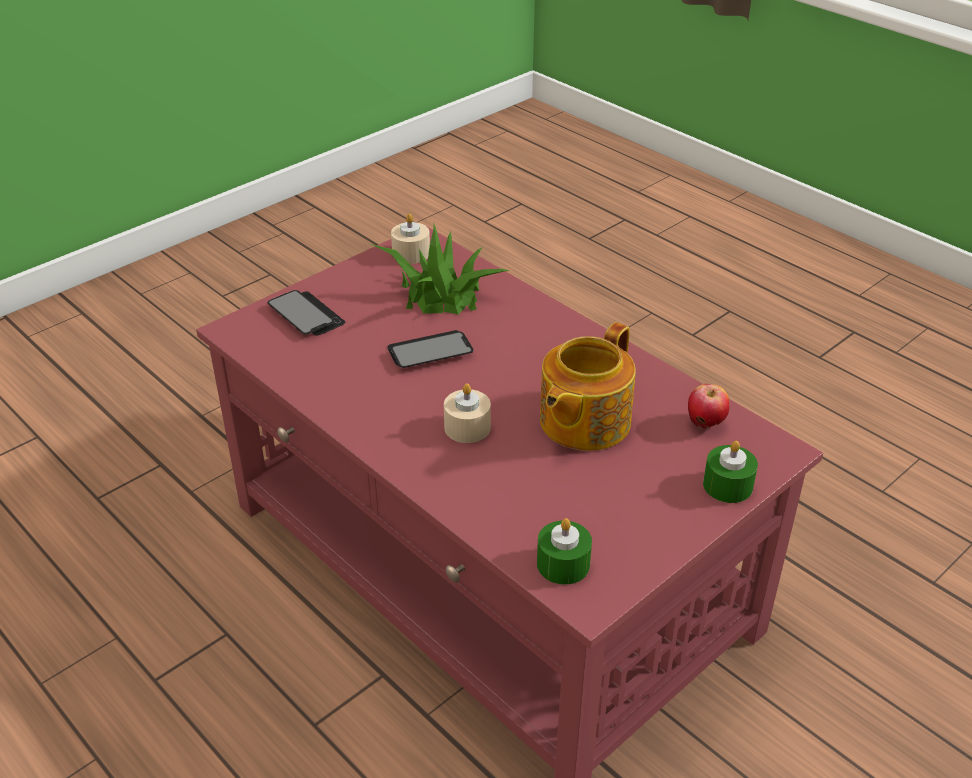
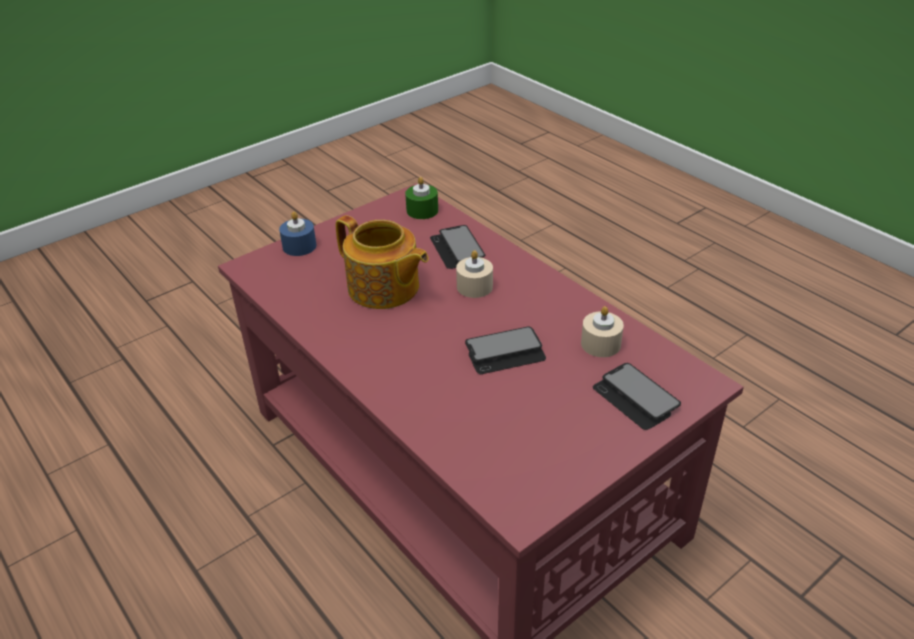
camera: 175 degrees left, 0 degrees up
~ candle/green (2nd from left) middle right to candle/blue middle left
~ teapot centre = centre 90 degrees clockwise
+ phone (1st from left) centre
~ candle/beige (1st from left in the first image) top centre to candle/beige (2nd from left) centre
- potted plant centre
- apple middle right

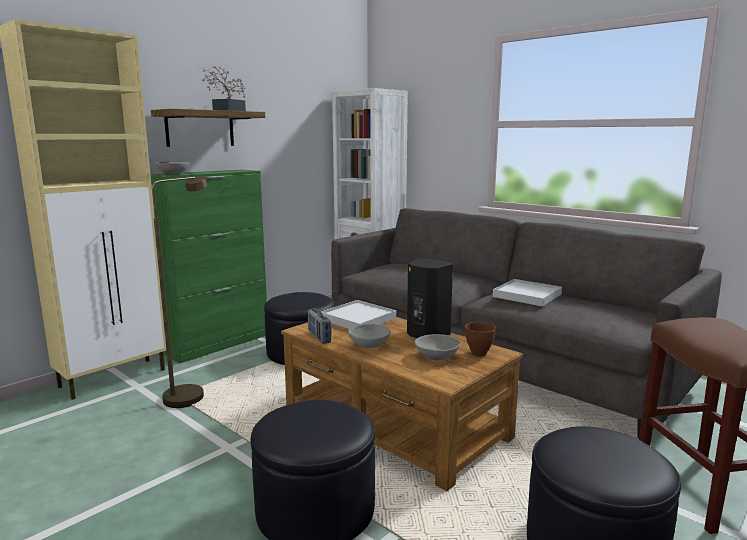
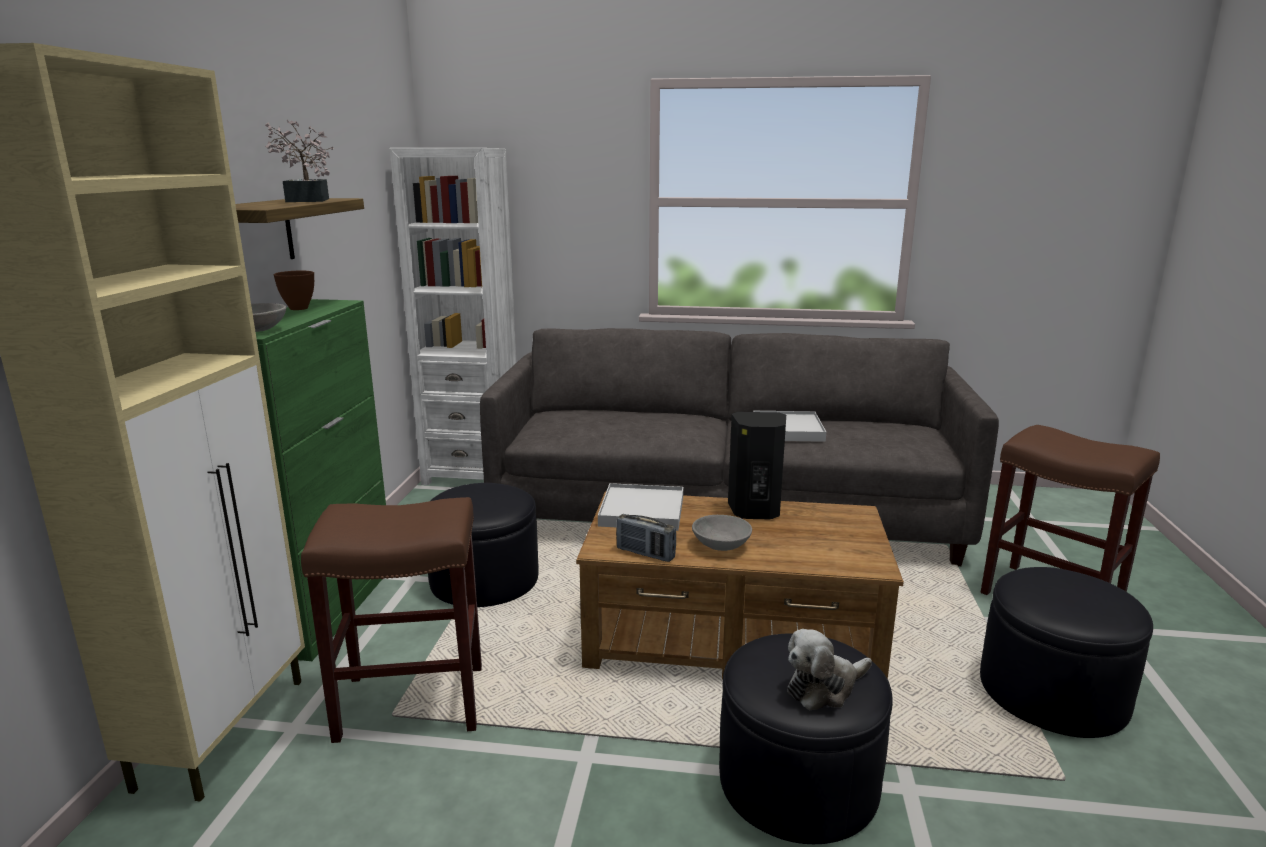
camera: 35 degrees left, 5 degrees up
~ bowl/brown centre to middle left
~ floor lamp/brown middle left to stool/brown (1st from left) bottom left
+ plush toy bottom centre
- bowl/grey (3rd from left) centre

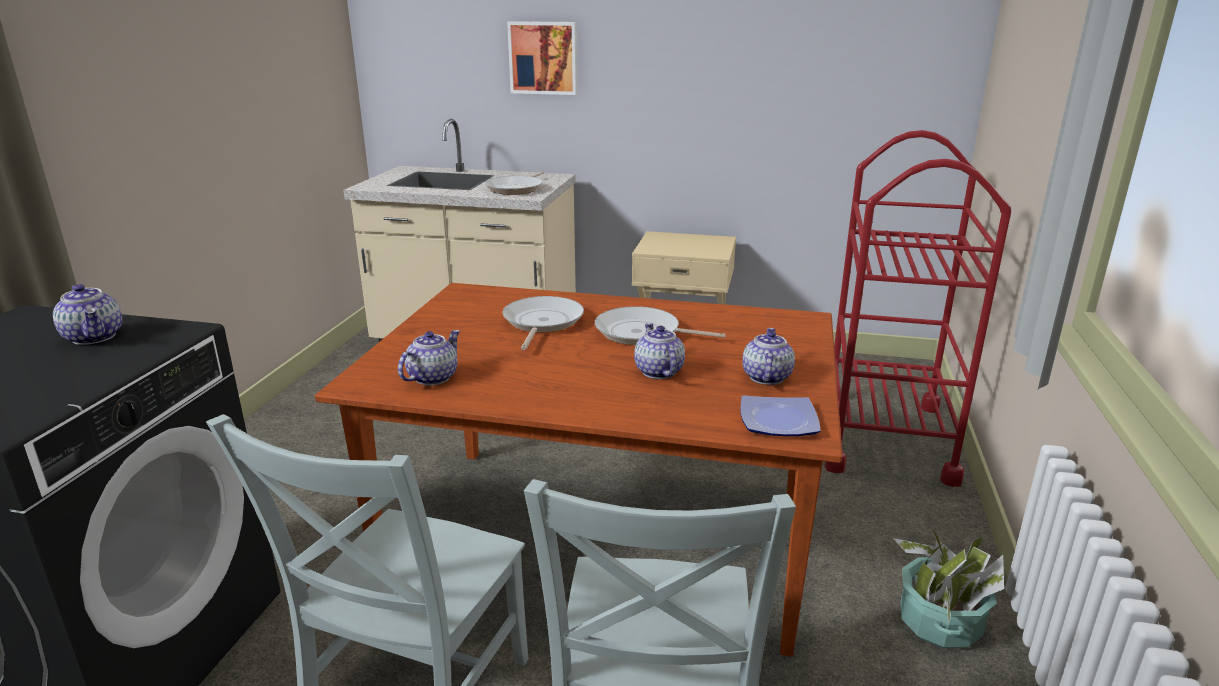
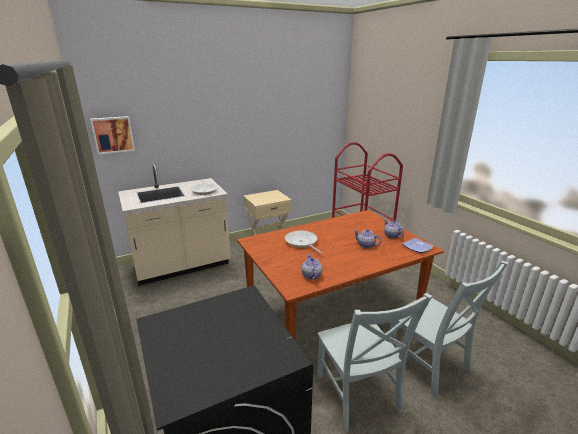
camera: 40 degrees left, 0 degrees up
~ picture top centre to top left
- teapot (1st from left) middle left
- frying pan (3rd from left) centre
- potted plant bottom right

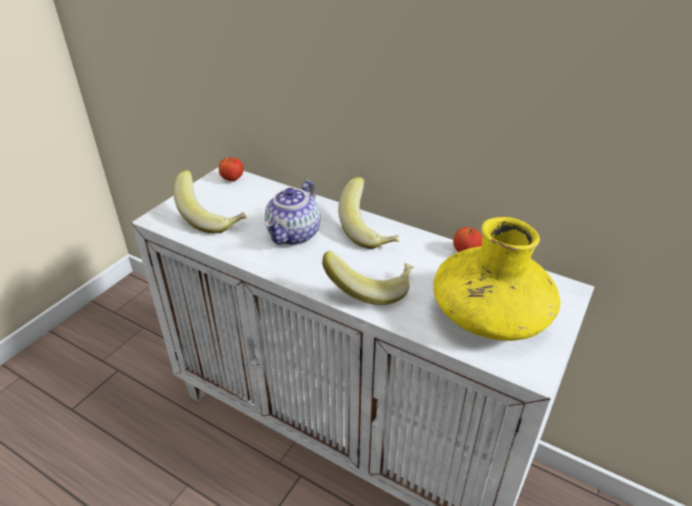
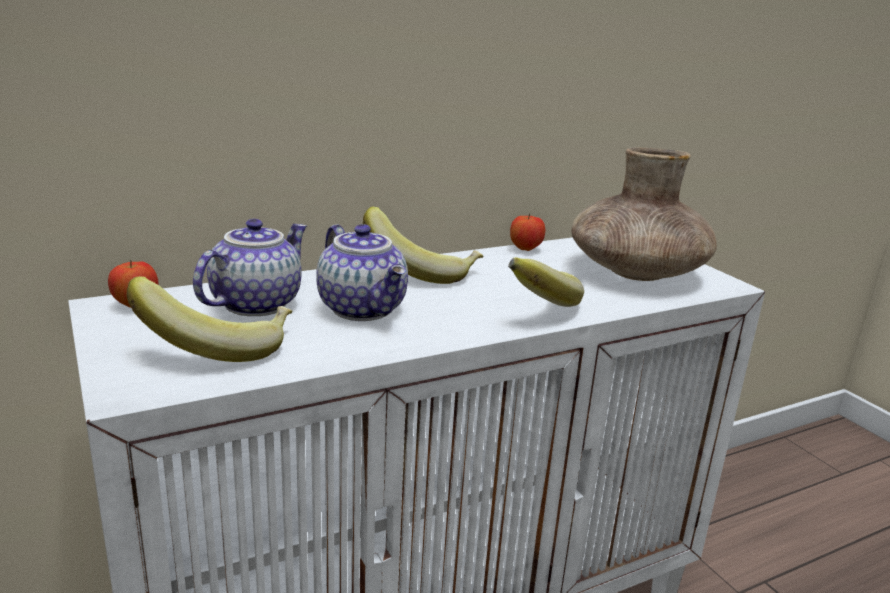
camera: 60 degrees left, 15 degrees down
+ teapot (1st from left) middle left
~ vase/yellow middle right to vase/brown middle right

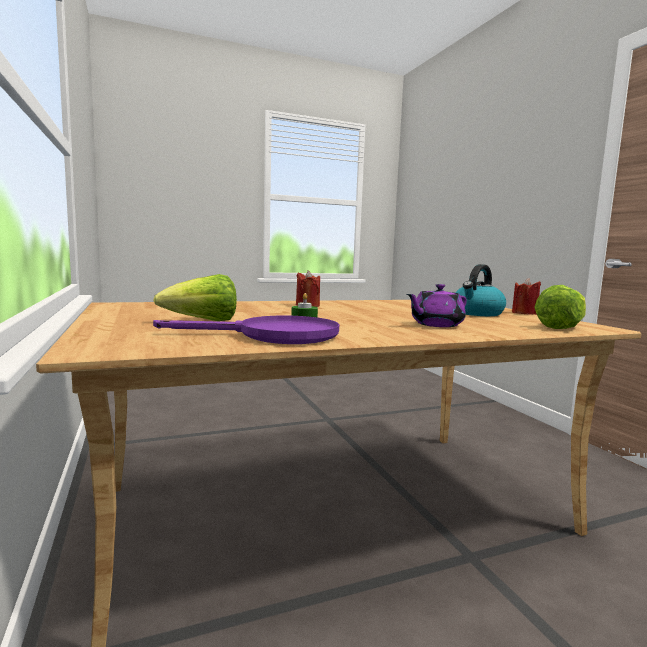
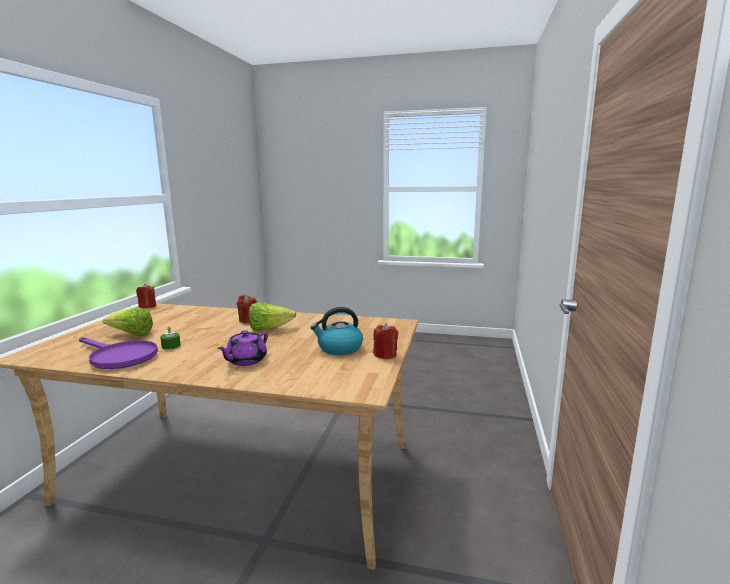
camera: 35 degrees right, 5 degrees up
+ candle/red (1st from left) middle left
~ teapot/purple middle right = middle left 60 degrees counterclockwise
~ lettuce (2nd from left) middle right to centre

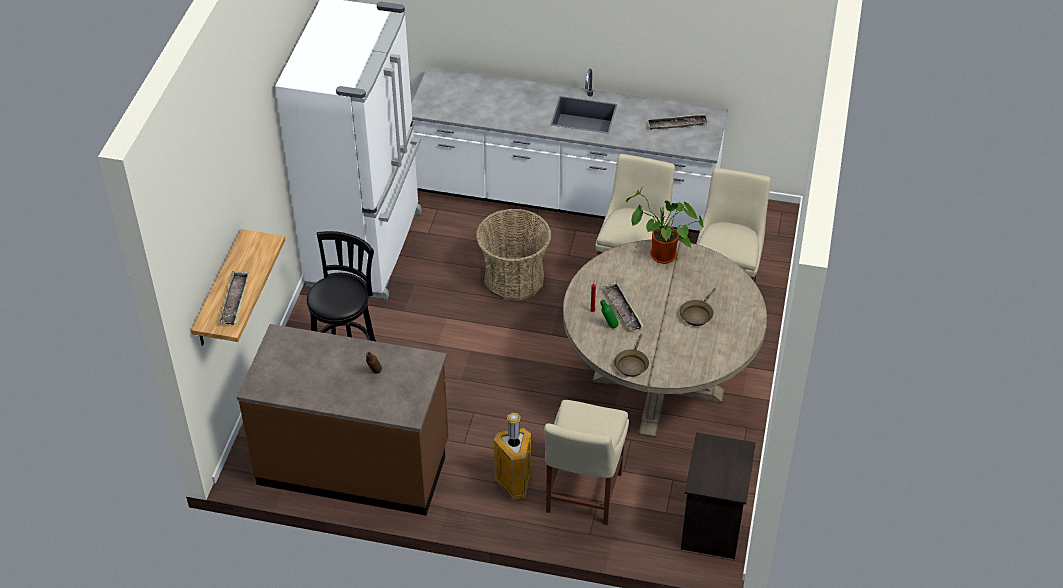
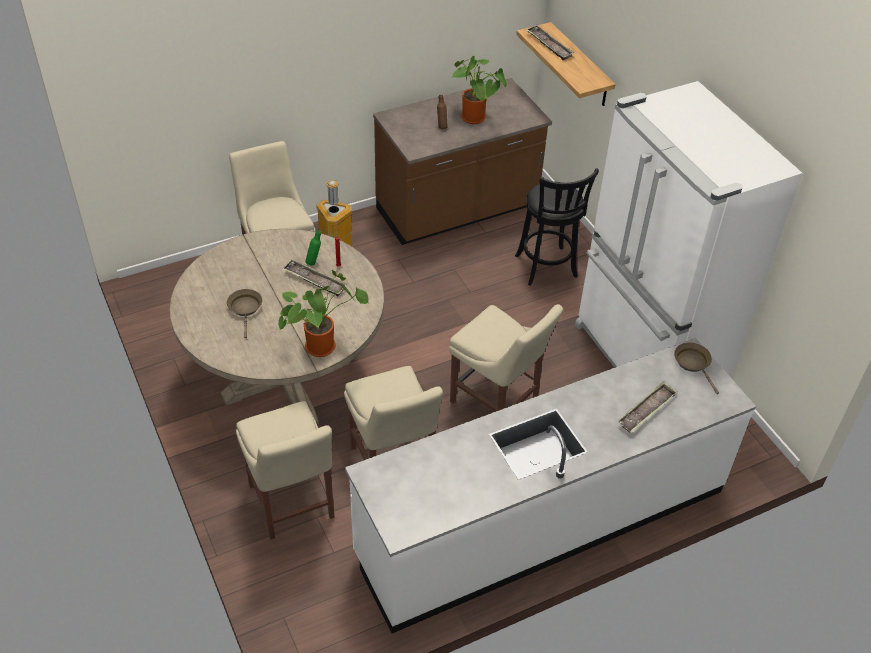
camera: 140 degrees right, 0 degrees up
~ basket centre to chair/beige (4th from left) centre
+ potted plant (2nd from left) top centre
~ tray (3rd from left) top centre to middle right
~ frying pan/brown (1st from left in the first image) centre to frying pan/brown (2nd from left) middle right
- nightstand/black bottom right

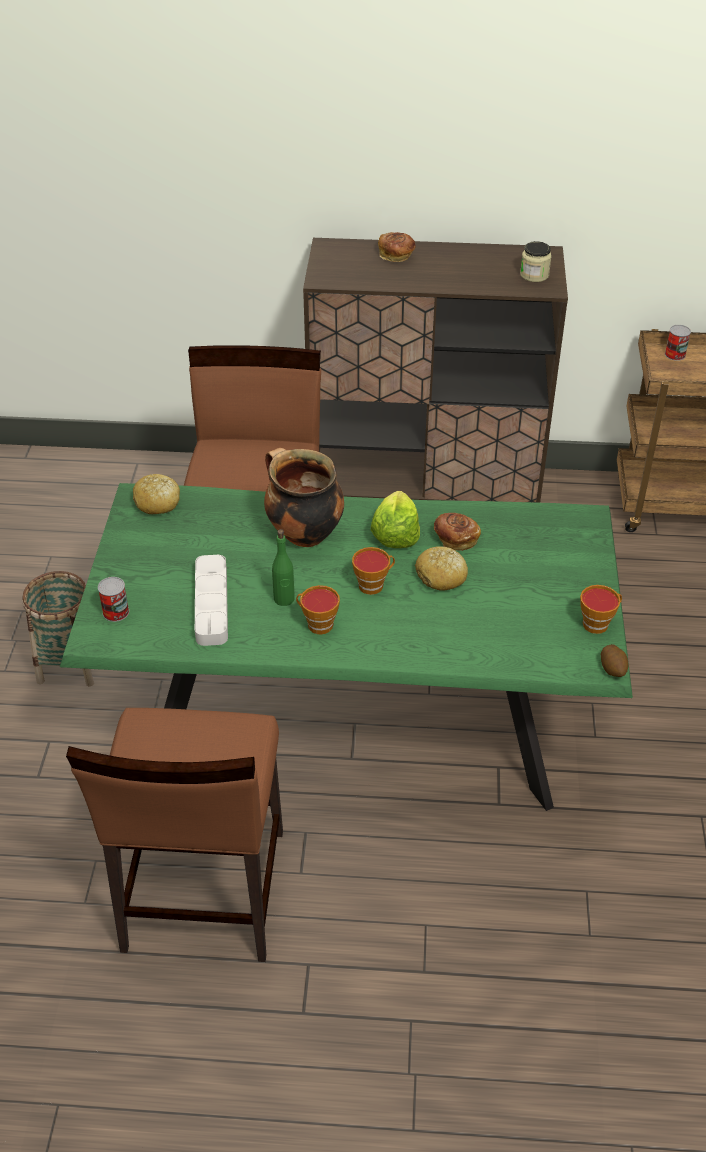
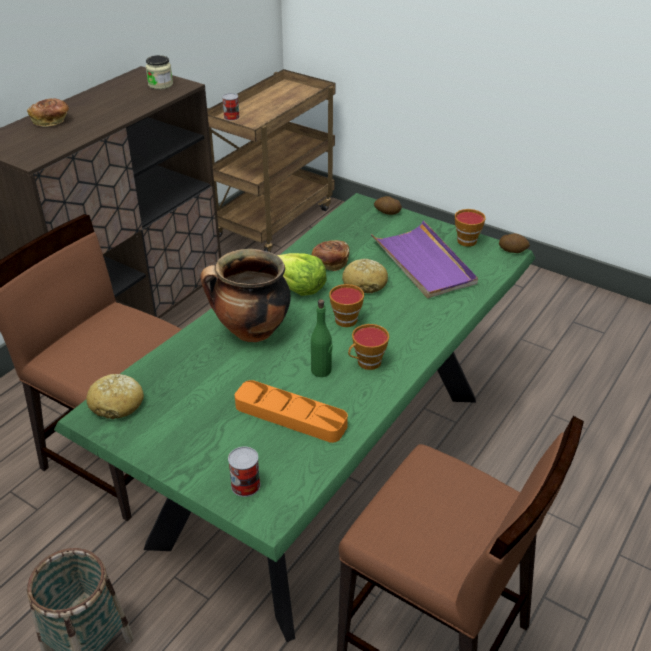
camera: 60 degrees left, 5 degrees down
~ tray/grey middle left to tray/orange centre
+ tray/purple centre
+ potato (1st from left) top centre

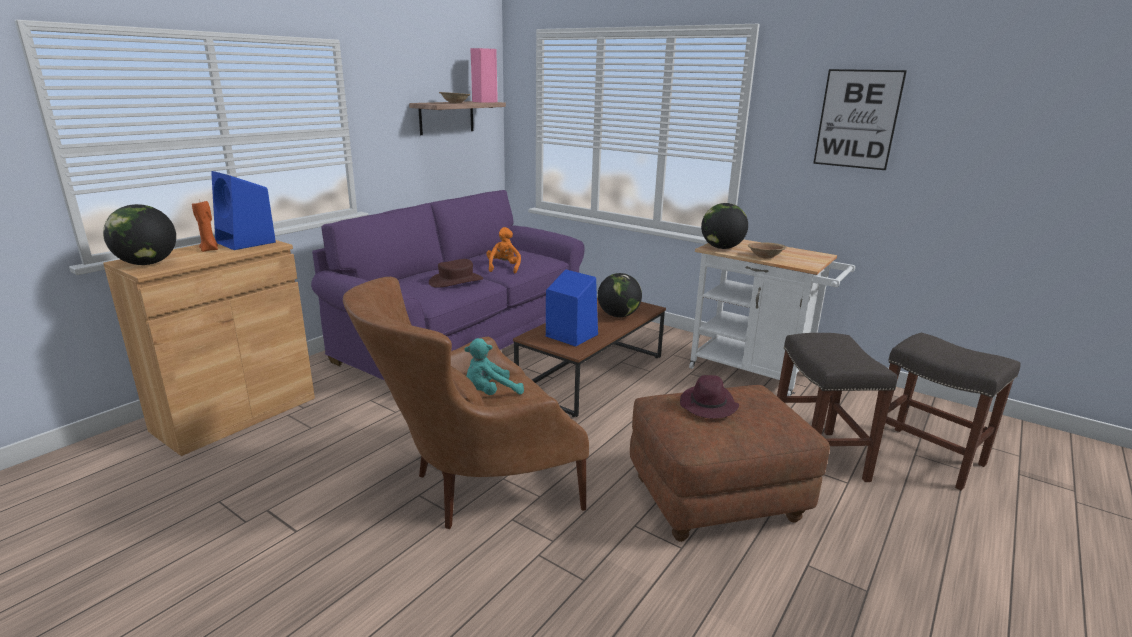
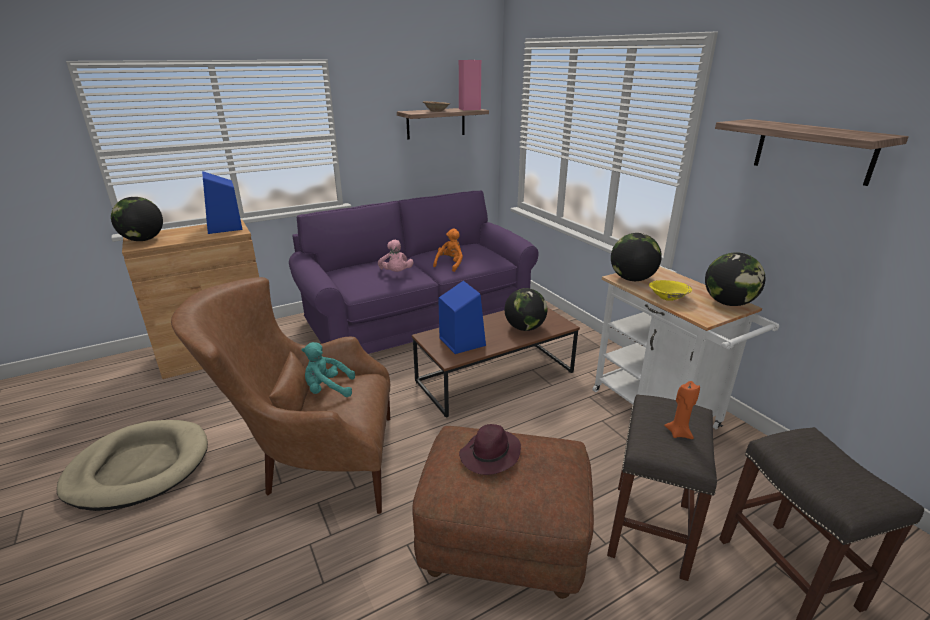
camera: 25 degrees right, 5 degrees up
+ dog bed/beige bottom left
~ hat/brown centre to plush toy/pink centre
~ bowl/brown (2nd from left) middle right to bowl/yellow middle right
~ candle/orange middle left to middle right
+ globe (4th from left) middle right
~ picture top right to shelf (2nd from left) top right

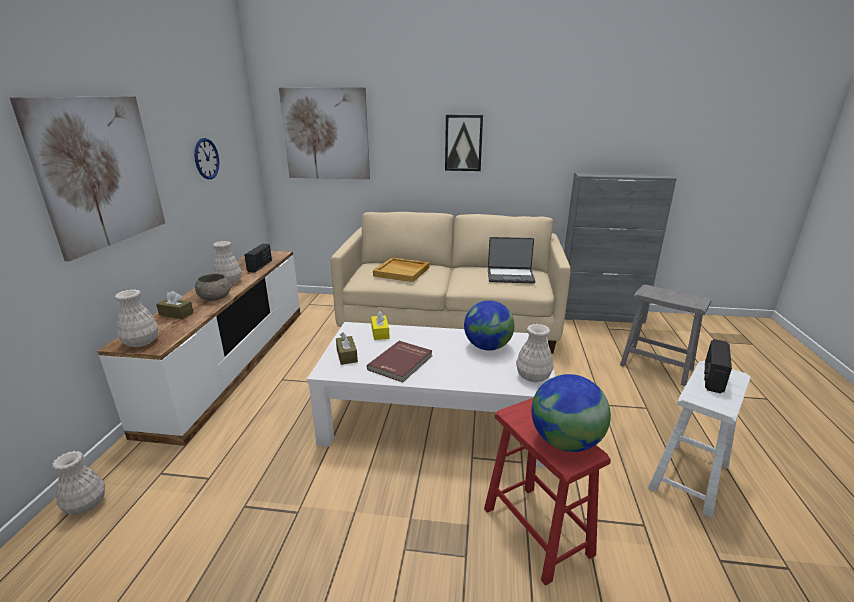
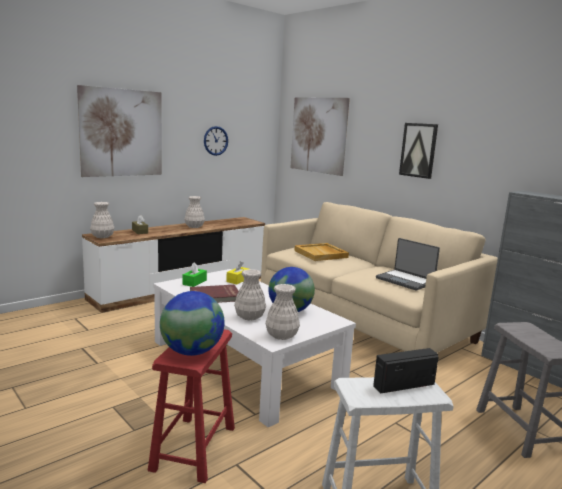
camera: 40 degrees right, 10 degrees down
~ tissue box/brown (2nd from left) centre to tissue box/green centre
~ vase/white (1st from left in the first image) bottom left to vase/white (3rd from left) centre
- bowl/grey middle left
- radio (1st from left) middle left

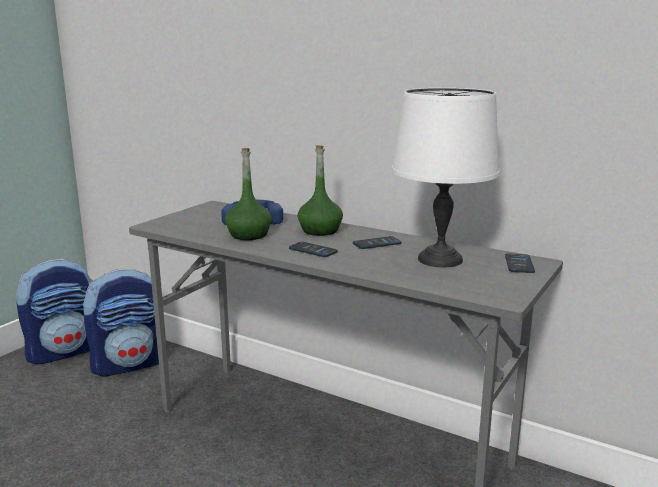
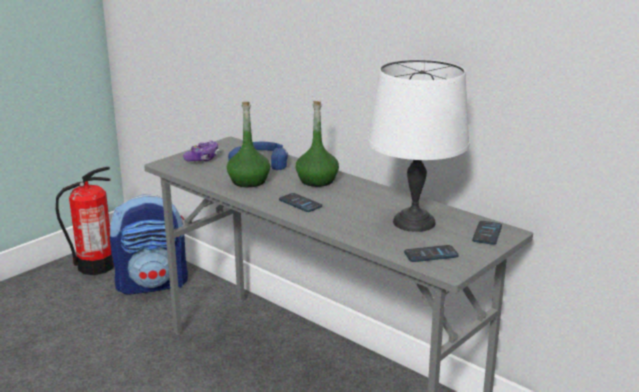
camera: 10 degrees right, 5 degrees up
~ backpack (1st from left) middle left to fire extinguisher middle left
+ game controller middle left
~ phone (2nd from left) centre to middle right

